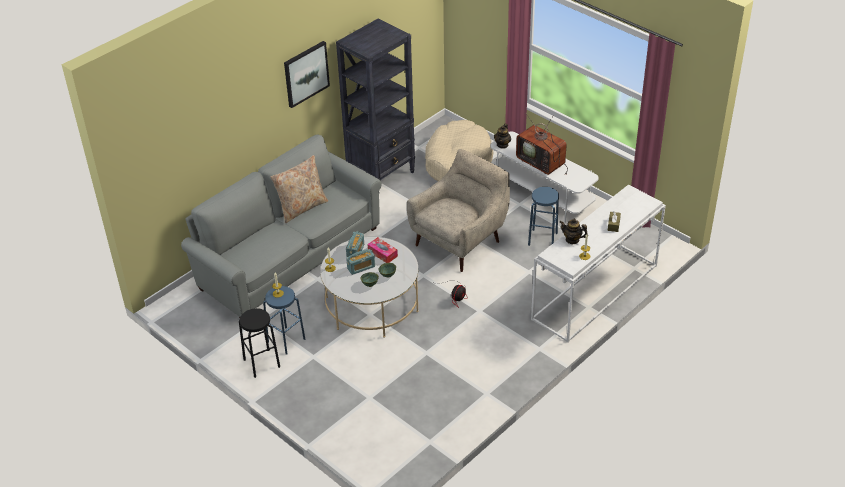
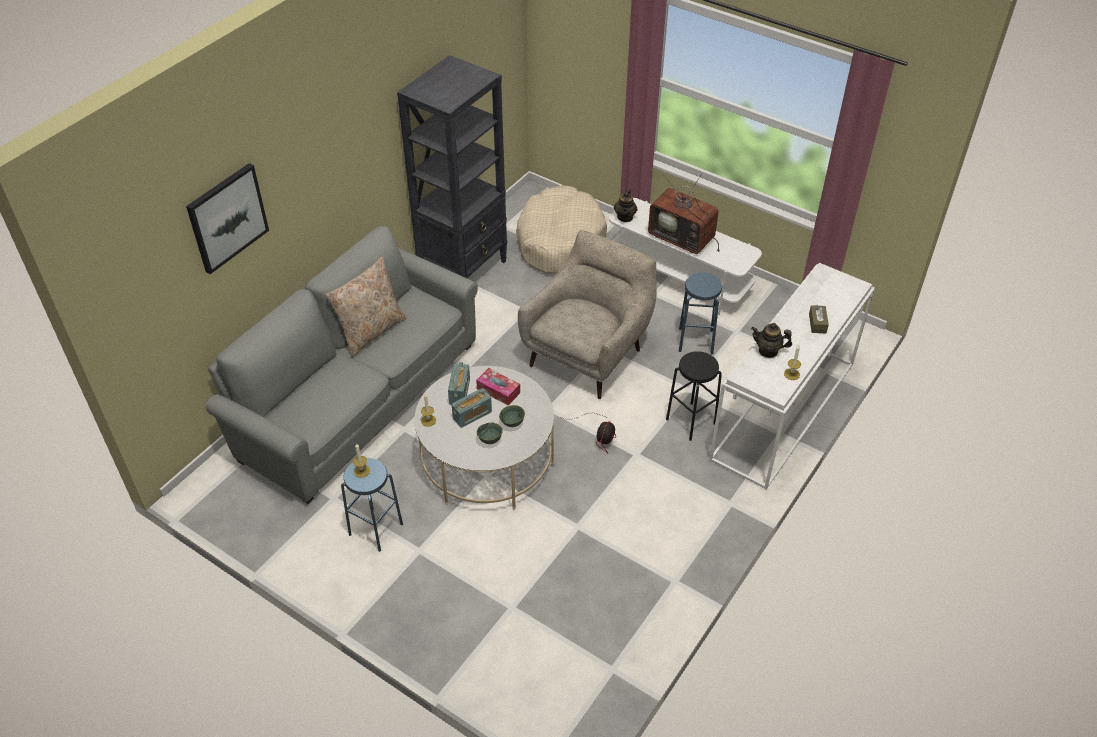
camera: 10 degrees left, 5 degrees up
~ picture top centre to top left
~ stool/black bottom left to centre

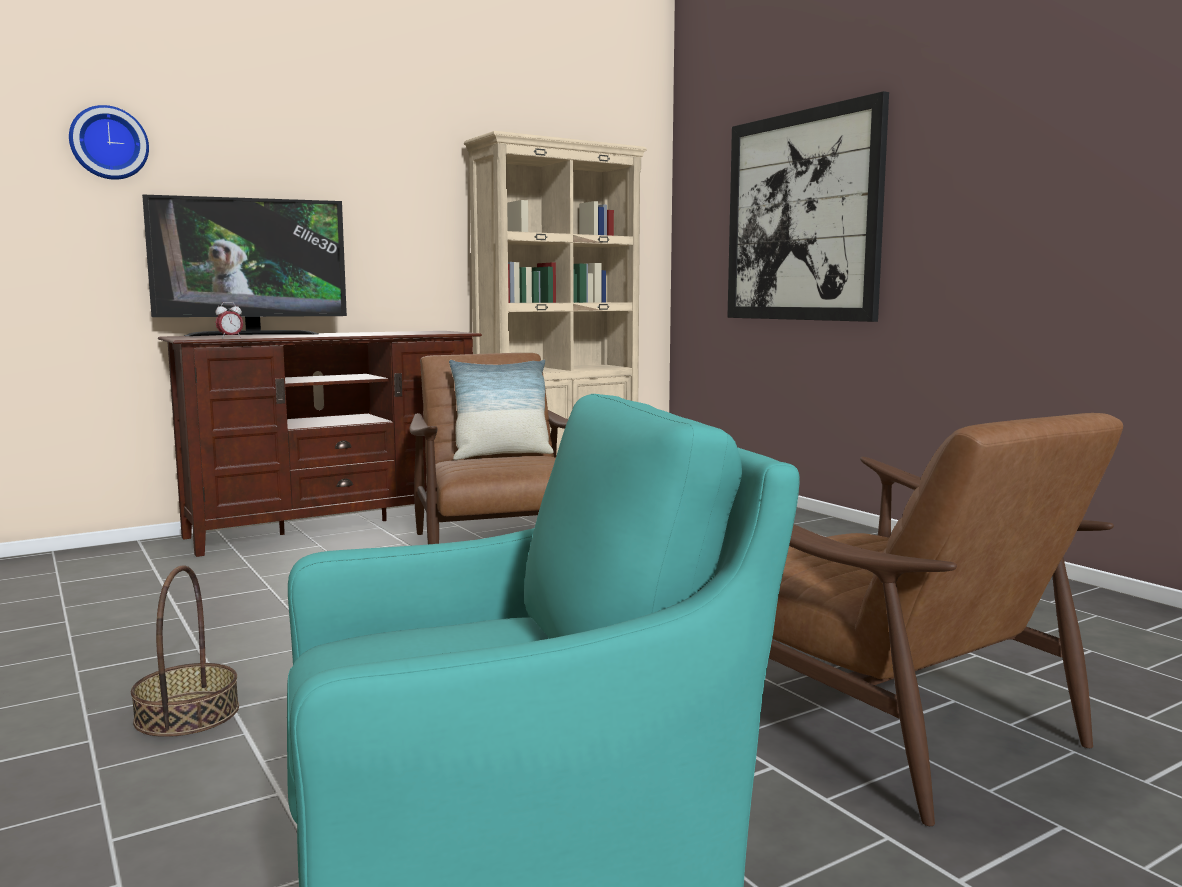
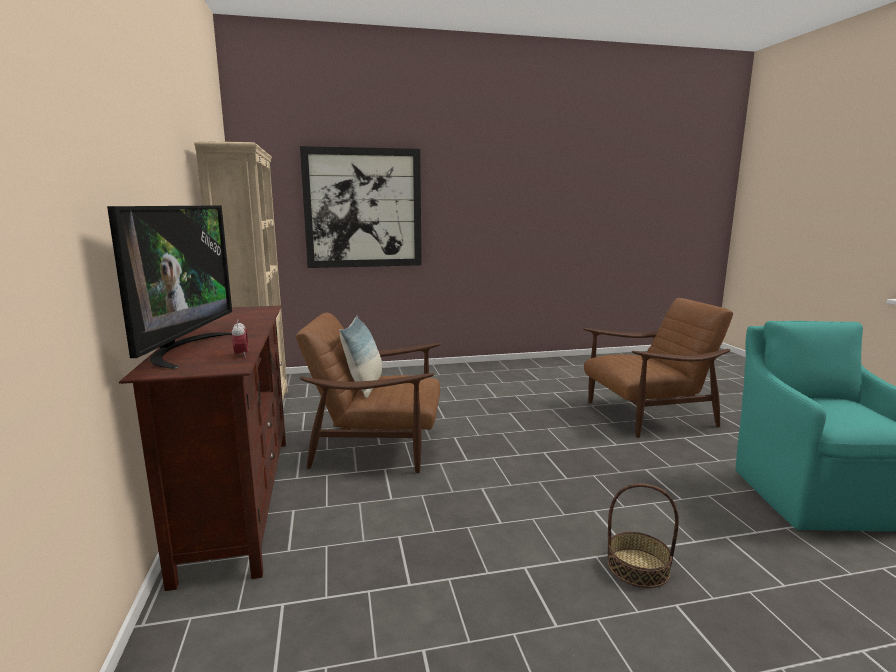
camera: 70 degrees left, 5 degrees up
- wall clock top left

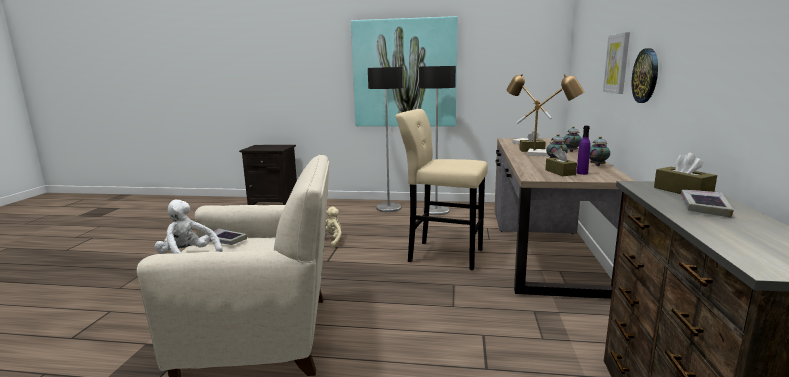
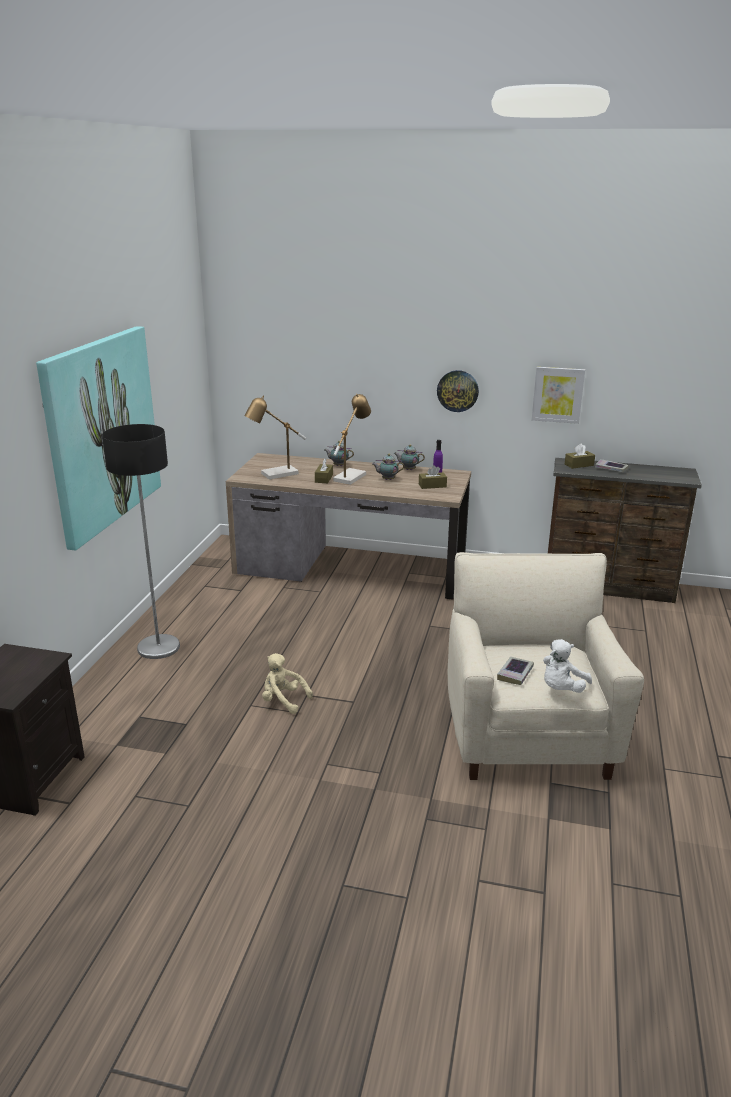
camera: 85 degrees left, 10 degrees up
~ picture (2nd from left) top right to middle right
- stool/beige centre
- floor lamp (2nd from left) centre

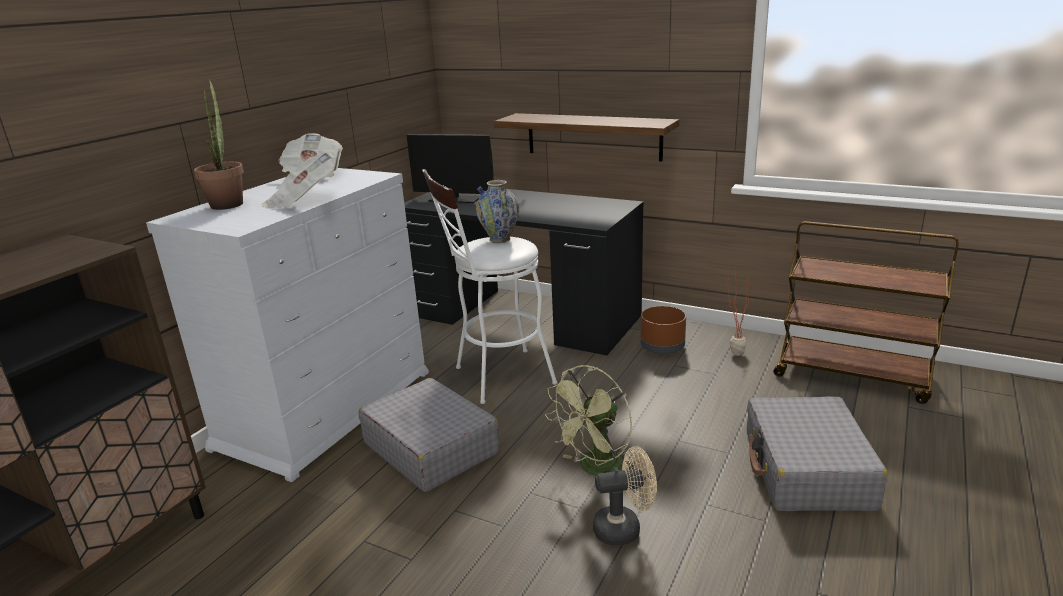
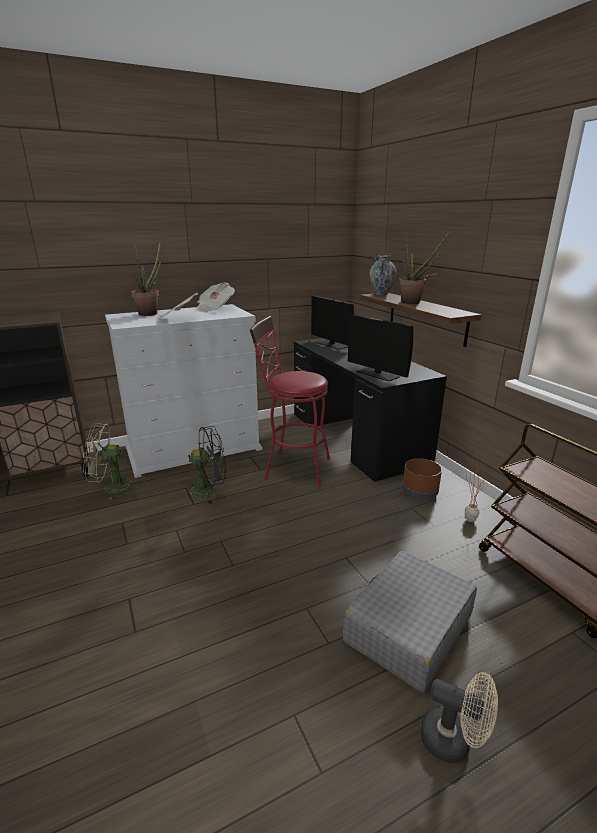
camera: 35 degrees right, 0 degrees up
~ fan/green bottom centre to middle left
~ suitcase/grey (1st from left) bottom centre to fan/black centre
~ stool/white centre to stool/red centre
+ monitor (2nd from left) centre
~ vase centre to top centre
+ potted plant (2nd from left) top right
~ fan/beige bottom centre to bottom right

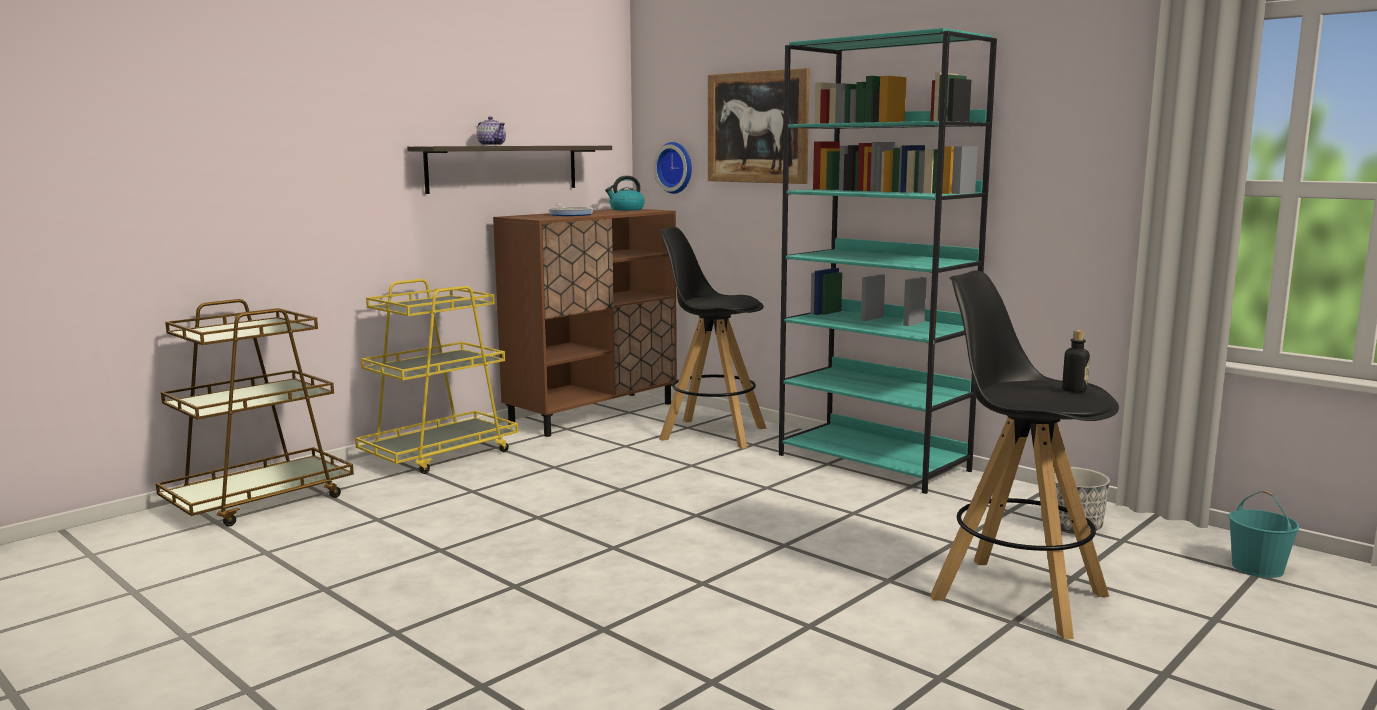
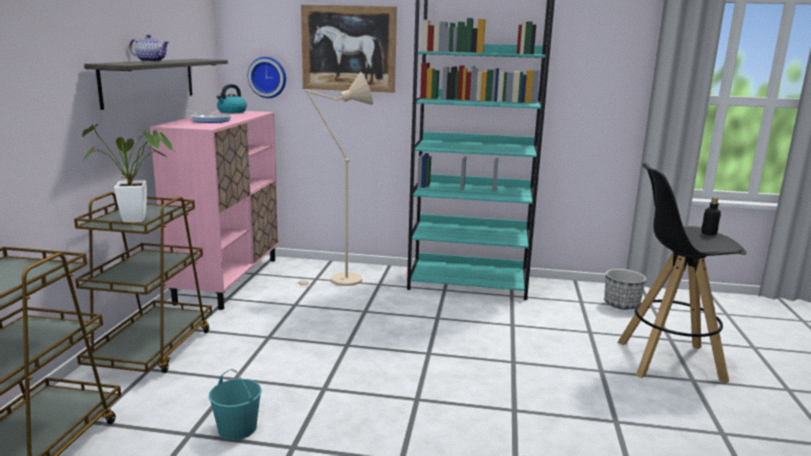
camera: 35 degrees left, 5 degrees up
~ cart/yellow middle left to cart/brown (2nd from left) middle left
+ potted plant middle left
~ cabinet/brown centre to cabinet/pink middle left
~ bucket/turquoise bottom right to bottom left
~ stool/black (1st from left) centre to floor lamp/beige centre

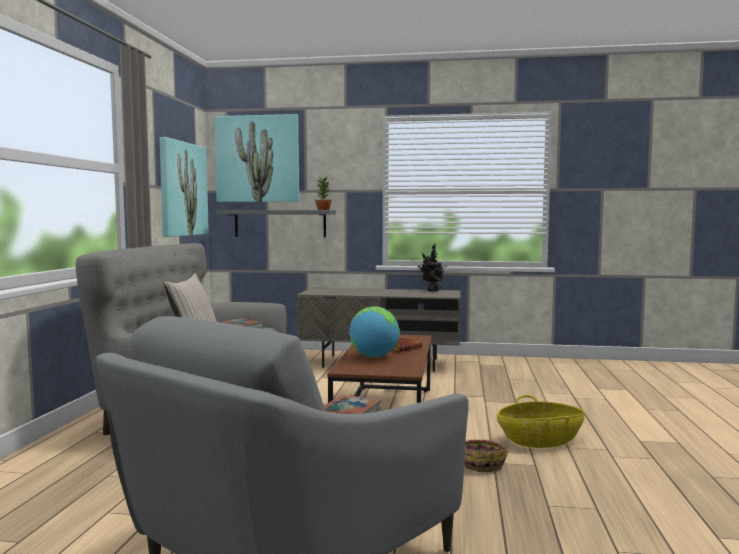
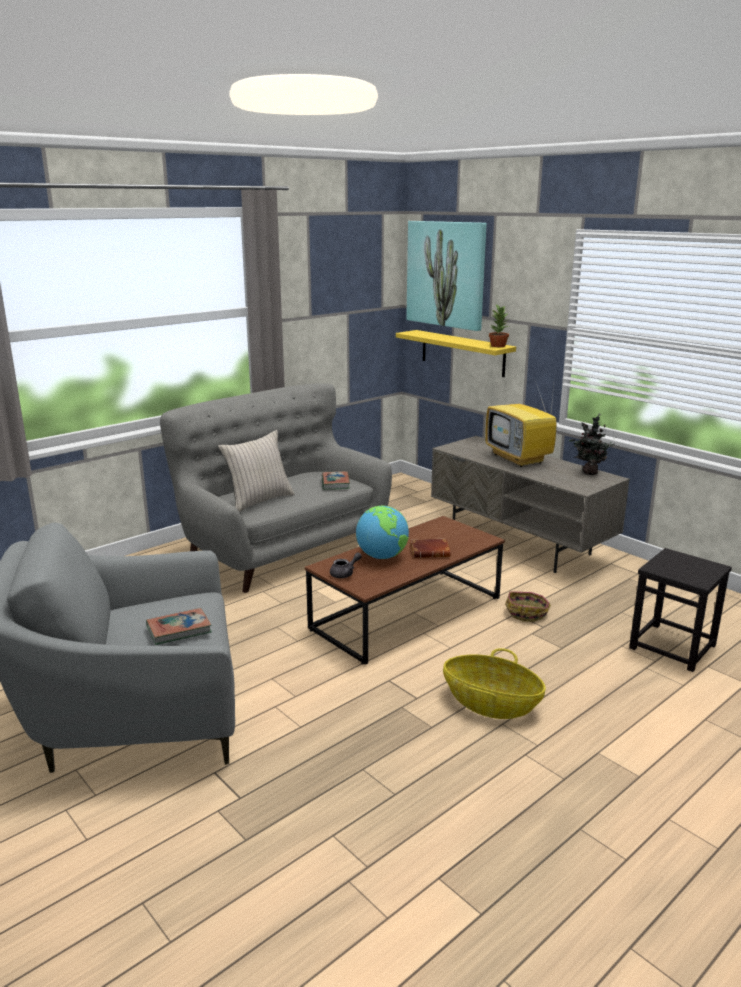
camera: 40 degrees right, 15 degrees up
+ teapot/grey centre
~ shelf/grey centre to shelf/yellow centre
+ television middle right
~ basket (1st from left in the first image) bottom centre to basket (2nd from left) middle right
+ stool/black middle right
- picture (1st from left) middle left

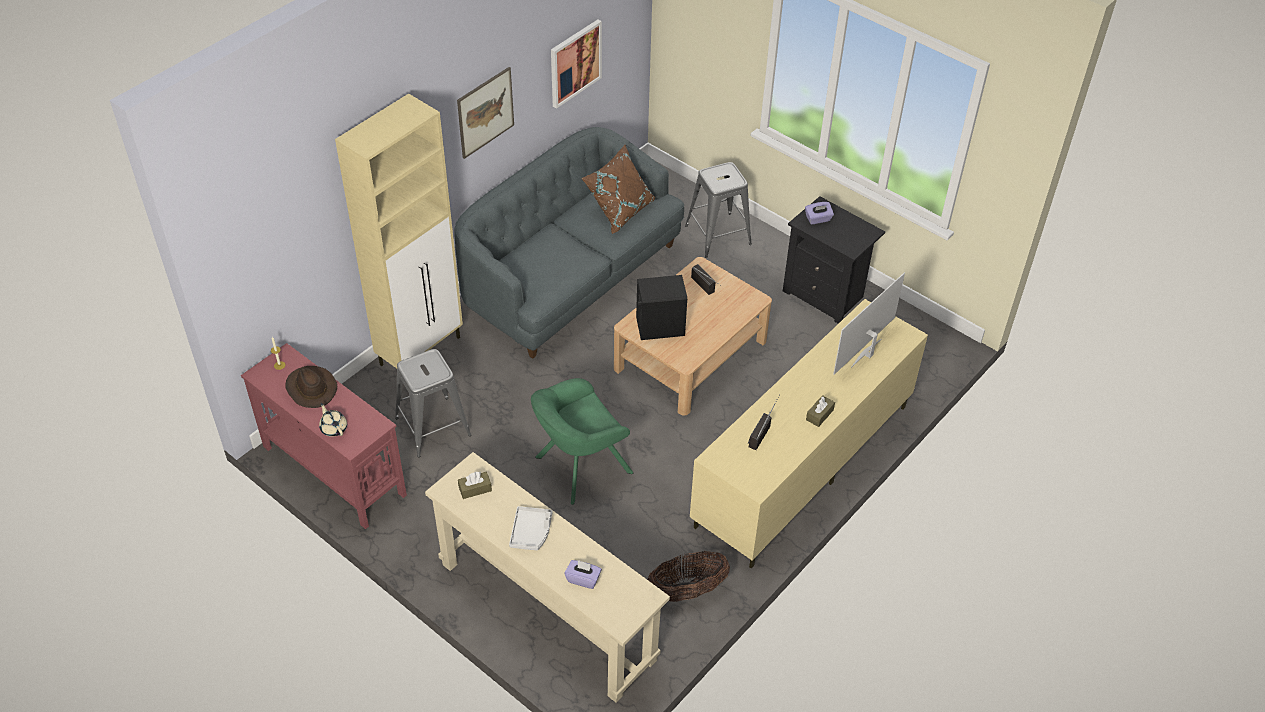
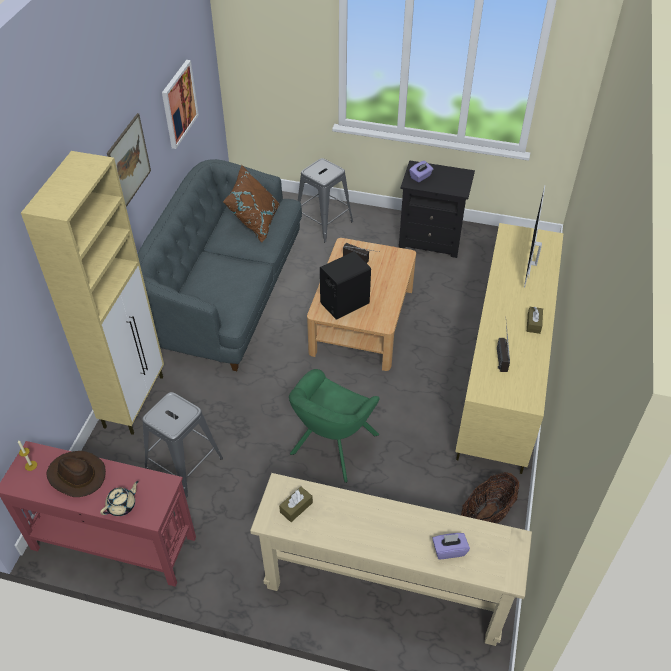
camera: 25 degrees left, 0 degrees up
~ teapot/beige middle left = bottom left 105 degrees clockwise
- tray/grey bottom centre

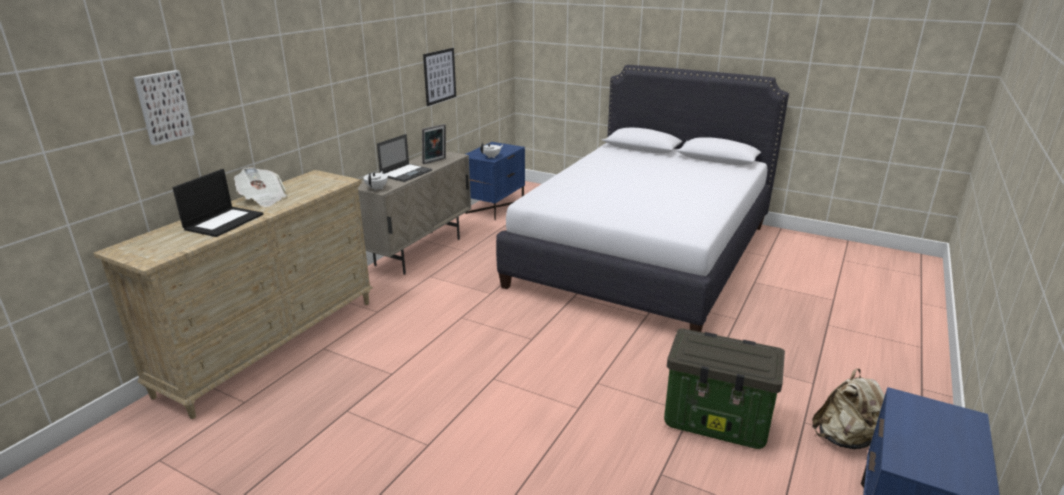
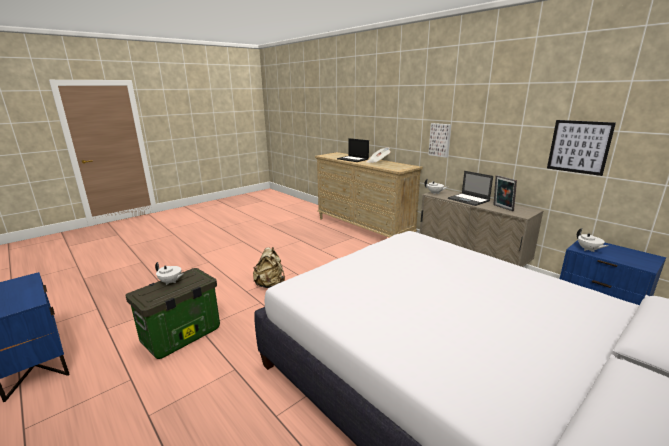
camera: 110 degrees right, 5 degrees down
+ teapot/white (1st from left) middle left
~ backpack/beige bottom right to centre
~ picture (1st from left) top left to top centre

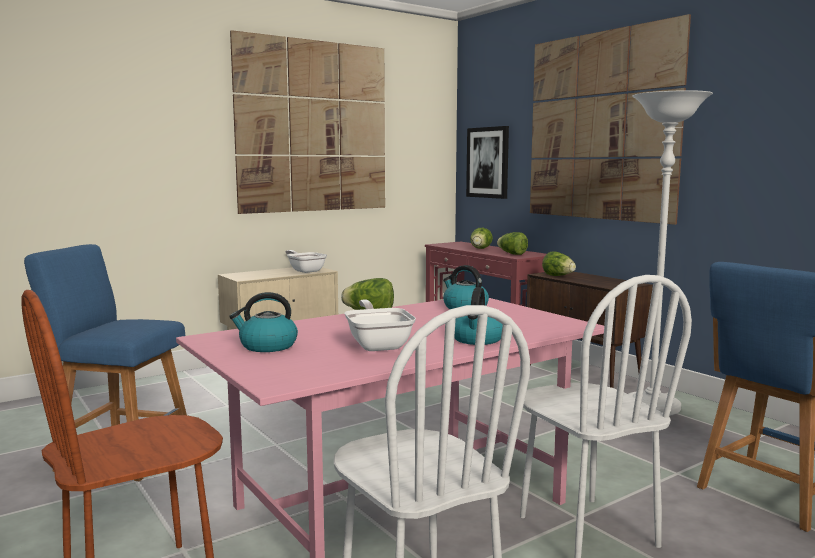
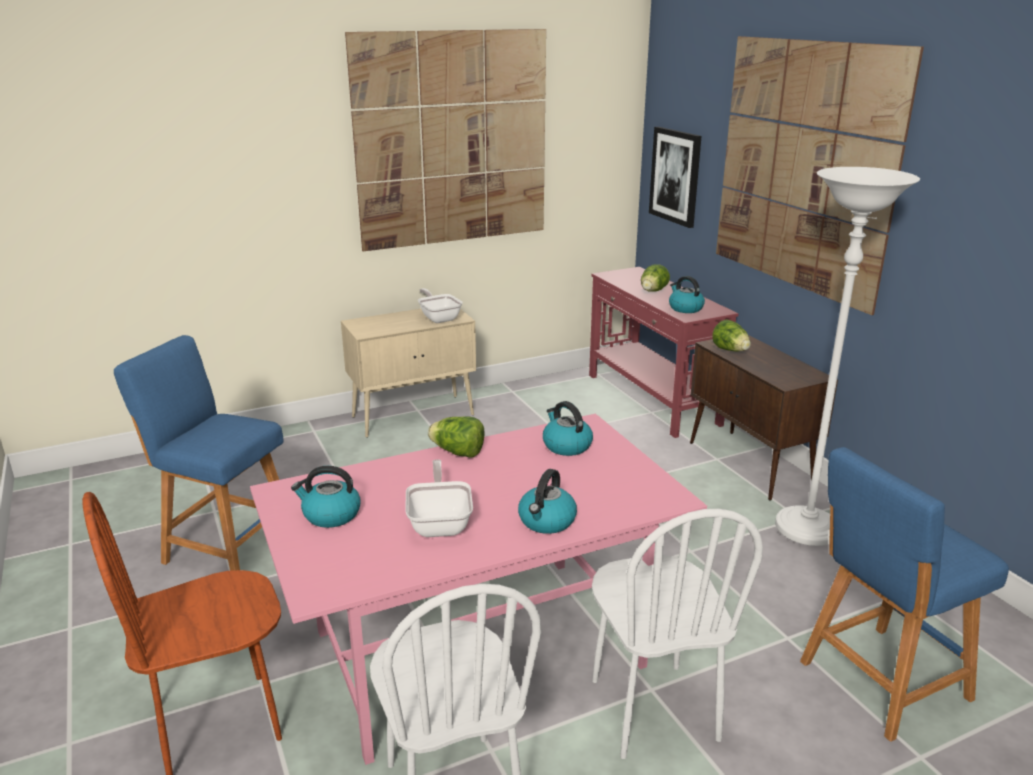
camera: 10 degrees right, 15 degrees up
~ lettuce (3rd from left) centre to kettle (4th from left) centre

